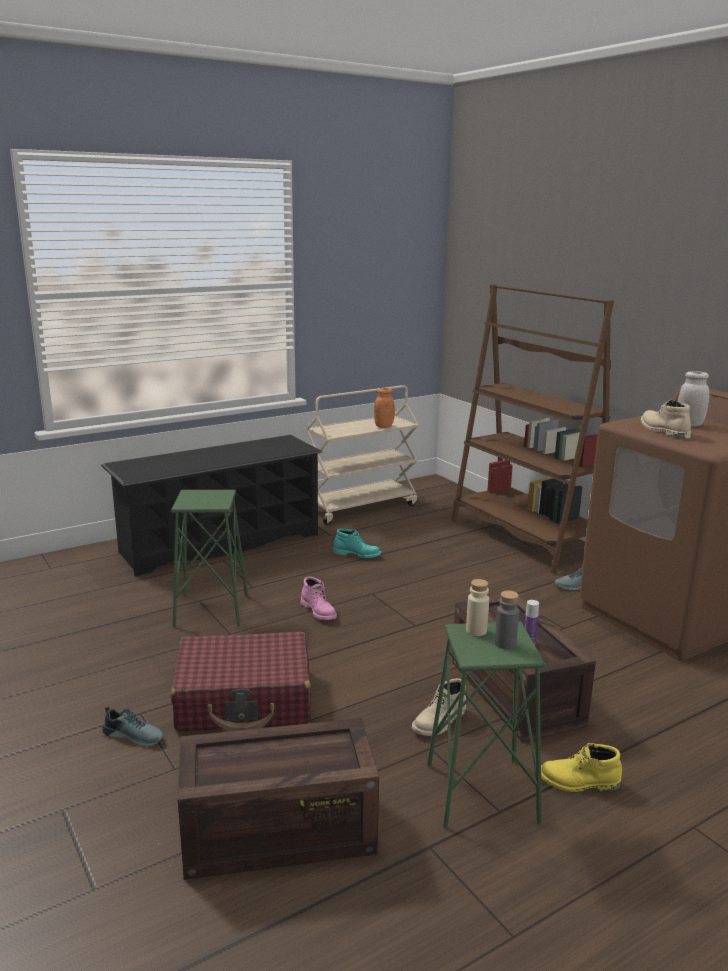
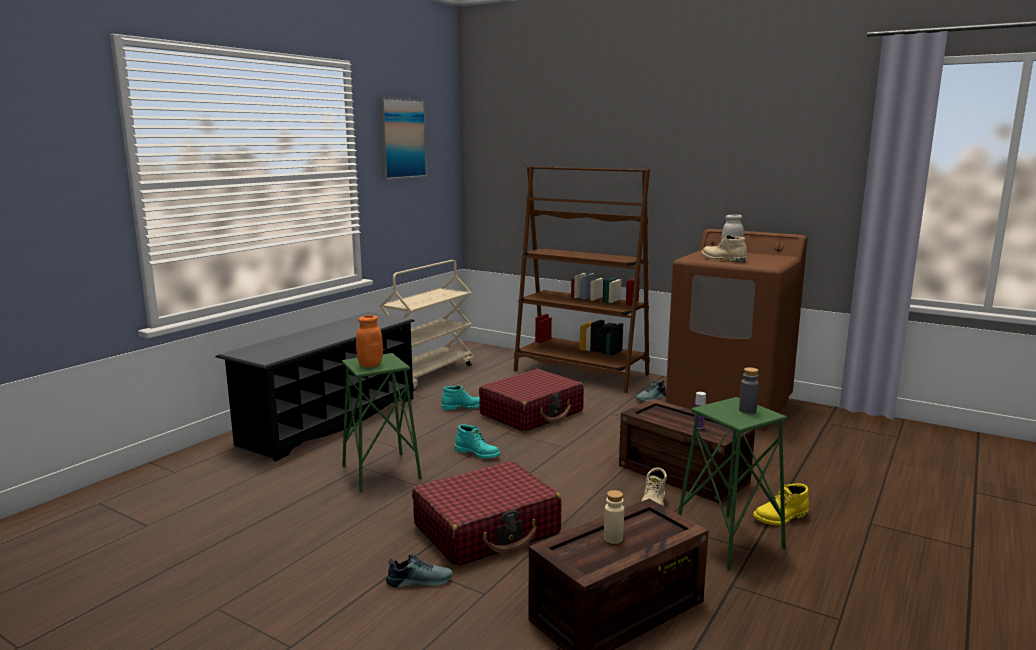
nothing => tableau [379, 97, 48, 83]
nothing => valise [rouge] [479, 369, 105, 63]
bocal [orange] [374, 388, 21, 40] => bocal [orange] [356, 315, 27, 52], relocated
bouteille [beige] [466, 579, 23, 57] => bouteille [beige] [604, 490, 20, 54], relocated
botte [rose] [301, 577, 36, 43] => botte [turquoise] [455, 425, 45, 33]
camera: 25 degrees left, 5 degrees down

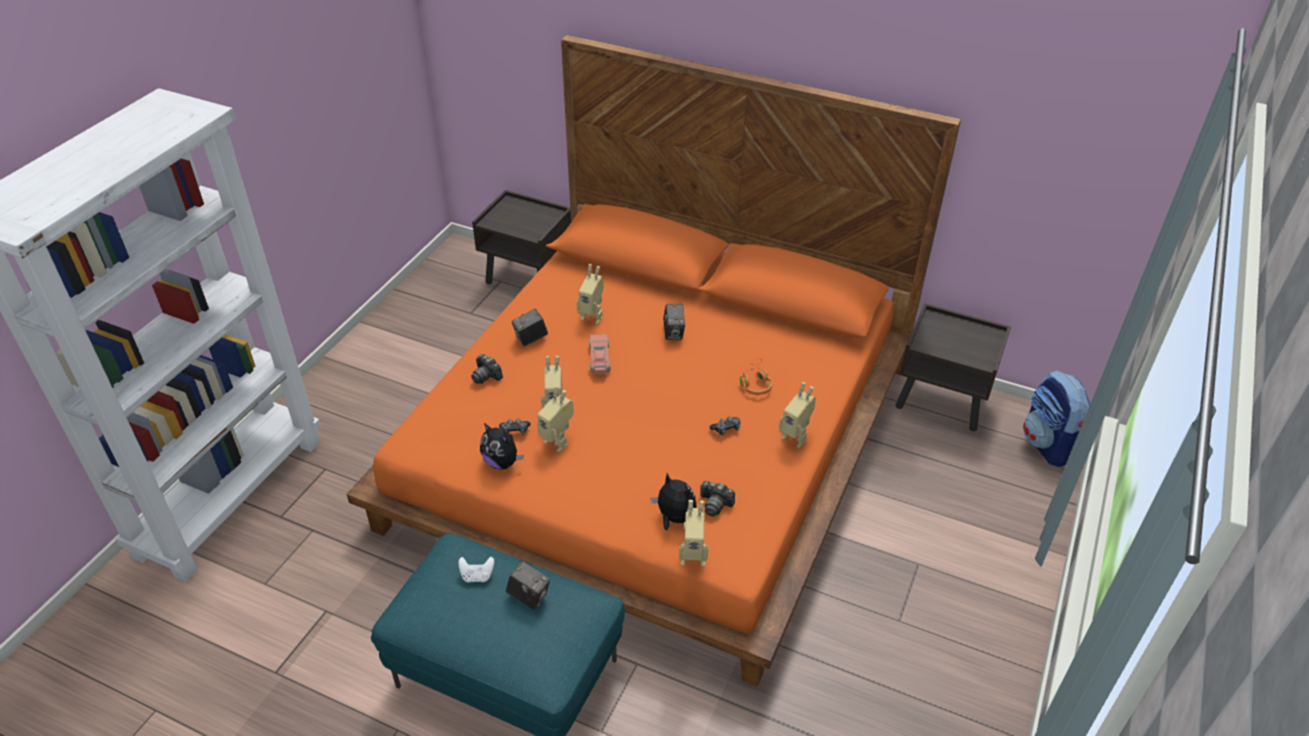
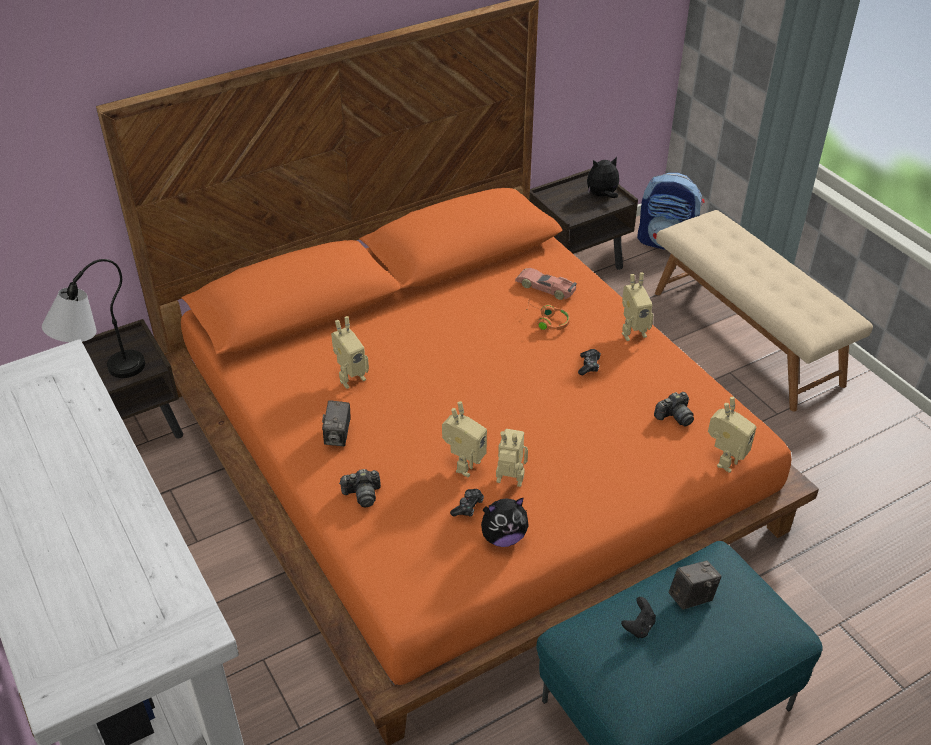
appareil photo [663, 304, 22, 36] => nothing
nothing => lampe de table [42, 259, 103, 119]
nothing => banc [beige] [655, 210, 218, 201]
petite voiture [589, 334, 22, 41] => petite voiture [515, 268, 62, 32], relocated
peluche [651, 473, 46, 57] => peluche [587, 157, 32, 41], relocated
manette [blanc] [458, 557, 36, 26] => manette [noir] [621, 597, 35, 41]
robot jouet [537, 386, 37, 66] => robot jouet [496, 429, 32, 58], 150 degrees counterclockwise
camera: 55 degrees left, 0 degrees up

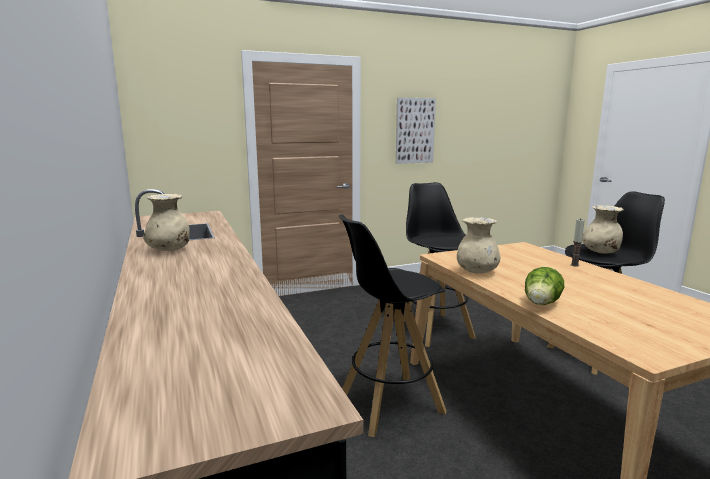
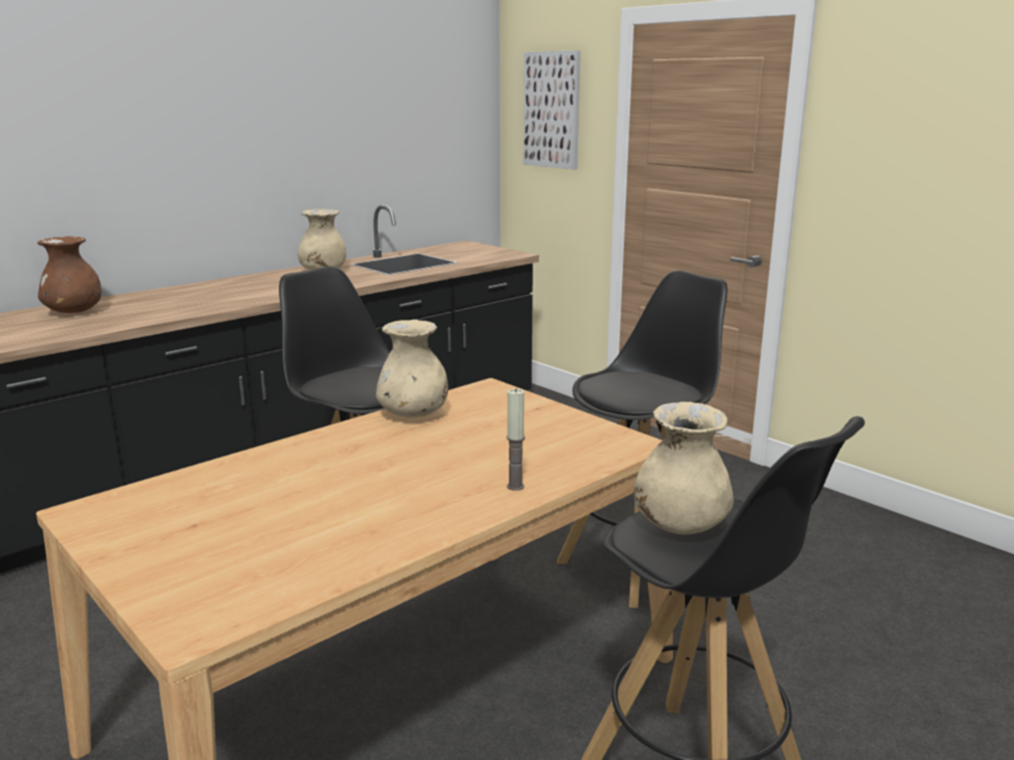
laitue [525, 267, 39, 38] => nothing
nothing => vase [marron] [37, 236, 65, 77]
tableau [396, 97, 40, 67] => tableau [523, 50, 57, 120], relocated
camera: 70 degrees right, 5 degrees up

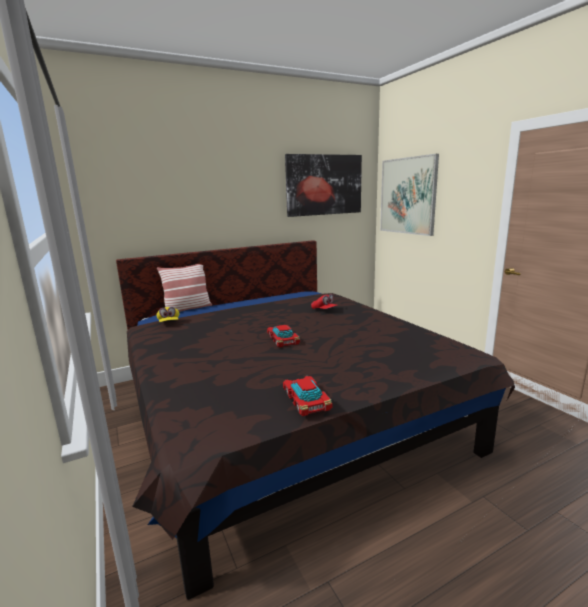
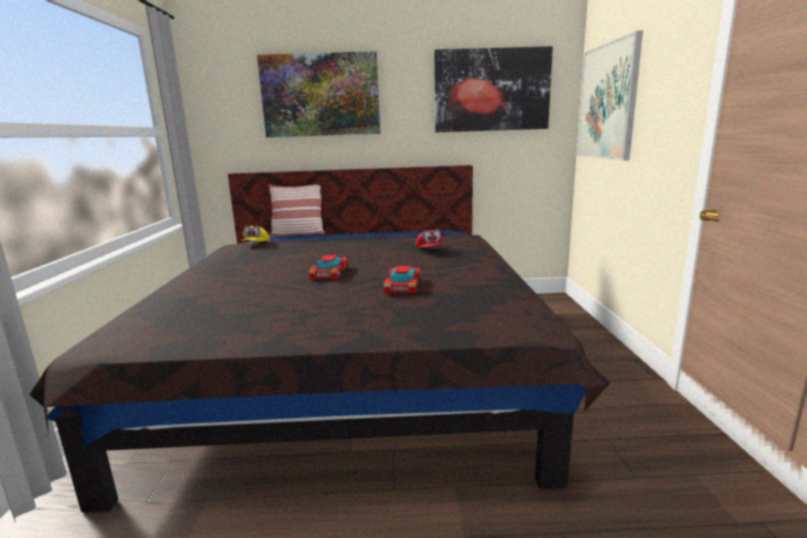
nothing => tableau [257, 51, 123, 86]
petite voiture [283, 376, 50, 40] => petite voiture [384, 266, 36, 28], relocated
camera: 25 degrees right, 0 degrees up

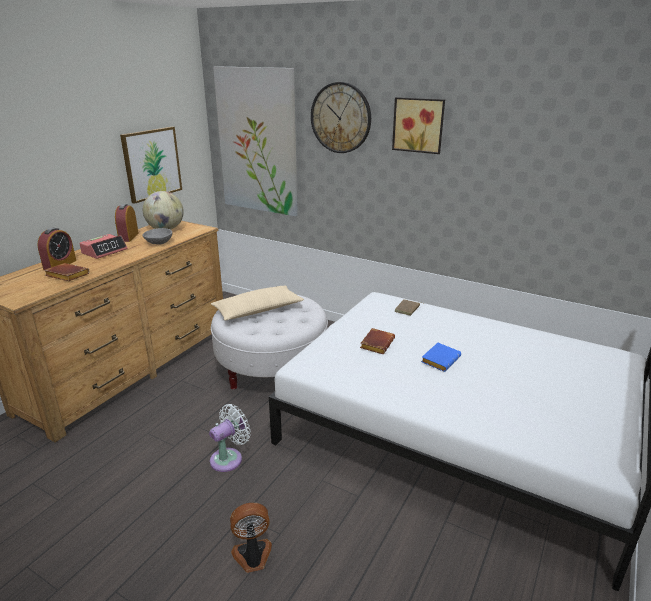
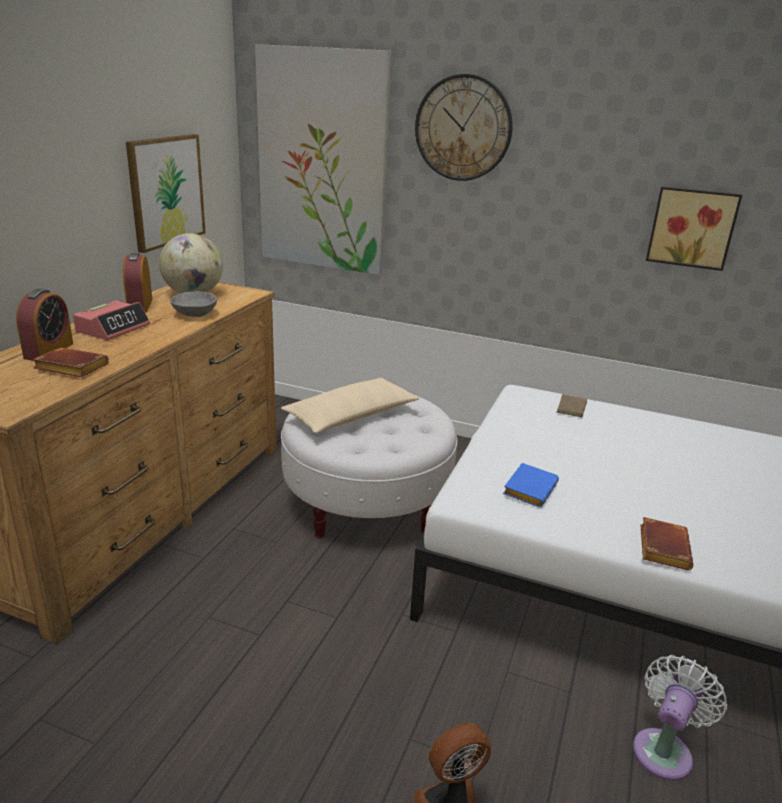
ventilateur [blanc] [209, 404, 41, 68] => ventilateur [blanc] [633, 655, 95, 126], relocated
livre [marron] [360, 328, 35, 26] => livre [marron] [641, 517, 53, 53], relocated
tableau [392, 97, 53, 57] => tableau [646, 186, 96, 85], relocated
livre [bleu] [421, 343, 40, 29] => livre [bleu] [503, 463, 56, 45], relocated
camera: 10 degrees left, 0 degrees up

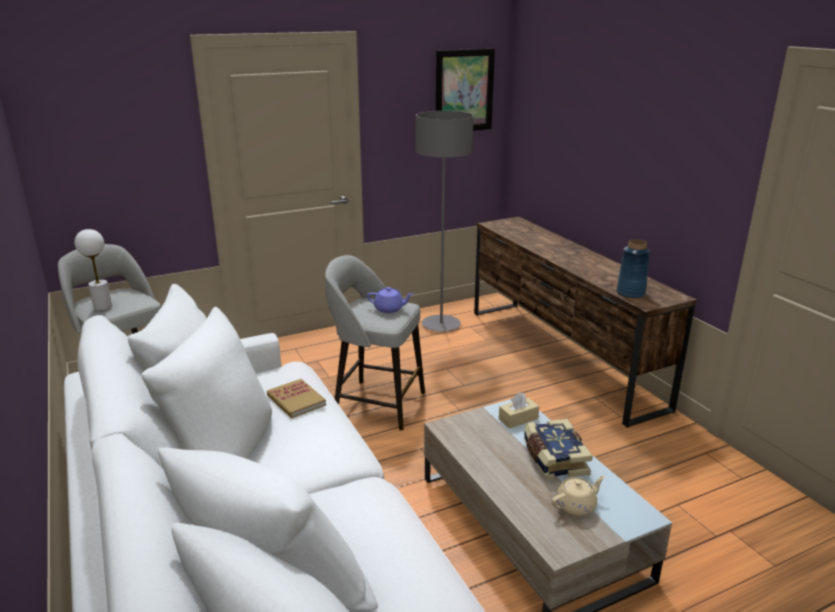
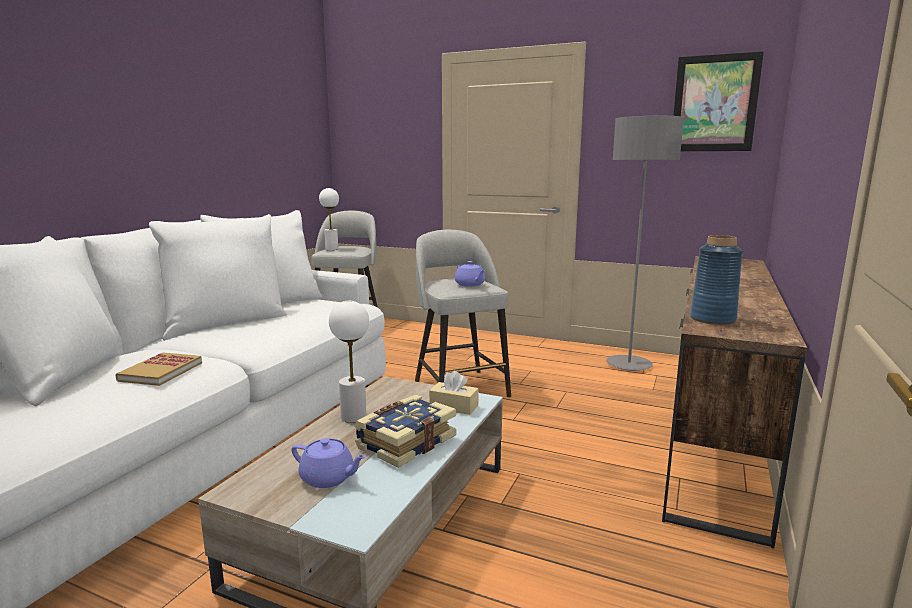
nothing => lampe de table [blanc] [329, 301, 40, 122]
livre [267, 379, 59, 39] => livre [115, 353, 87, 33], relocated
théière [beige] [552, 476, 53, 41] => théière [violet] [292, 438, 74, 50]
camera: 50 degrees right, 10 degrees down

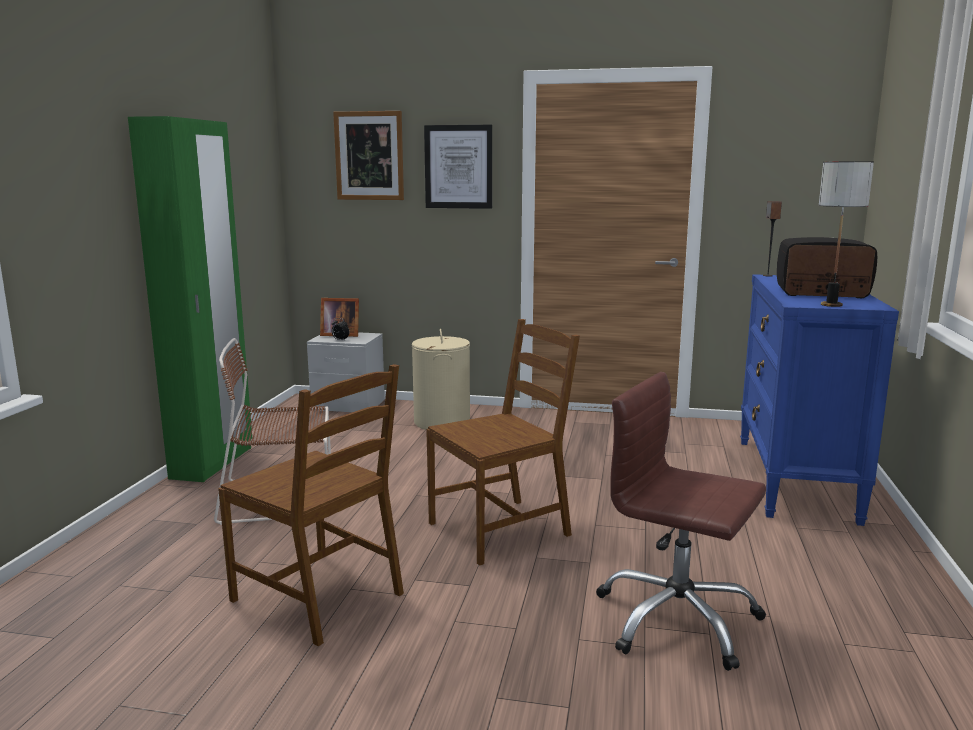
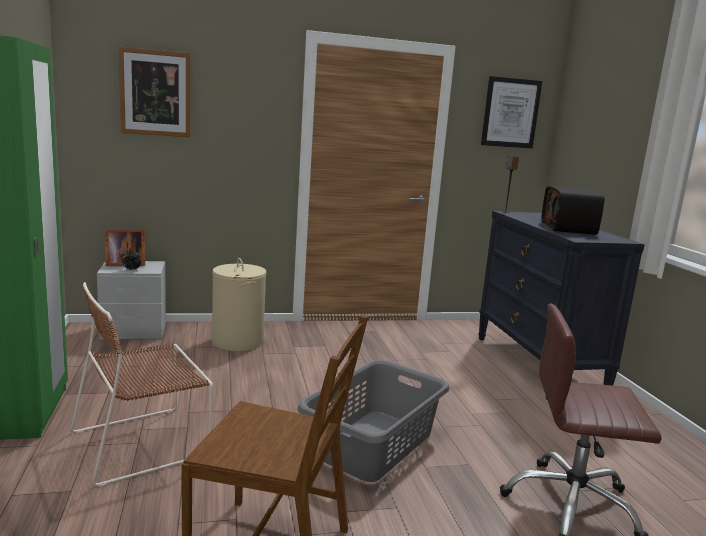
lampe de table [819, 162, 55, 145] => nothing
tableau [424, 125, 68, 84] => tableau [481, 76, 61, 72], relocated
chaise [marron] [426, 319, 154, 247] => panier à linge [gris] [297, 360, 153, 122]
commode [bleu] [740, 274, 159, 252] => commode [noir] [478, 211, 167, 188]
radio [777, 237, 100, 61] => radio [541, 186, 64, 49], 75 degrees counterclockwise
camera: 25 degrees left, 0 degrees up

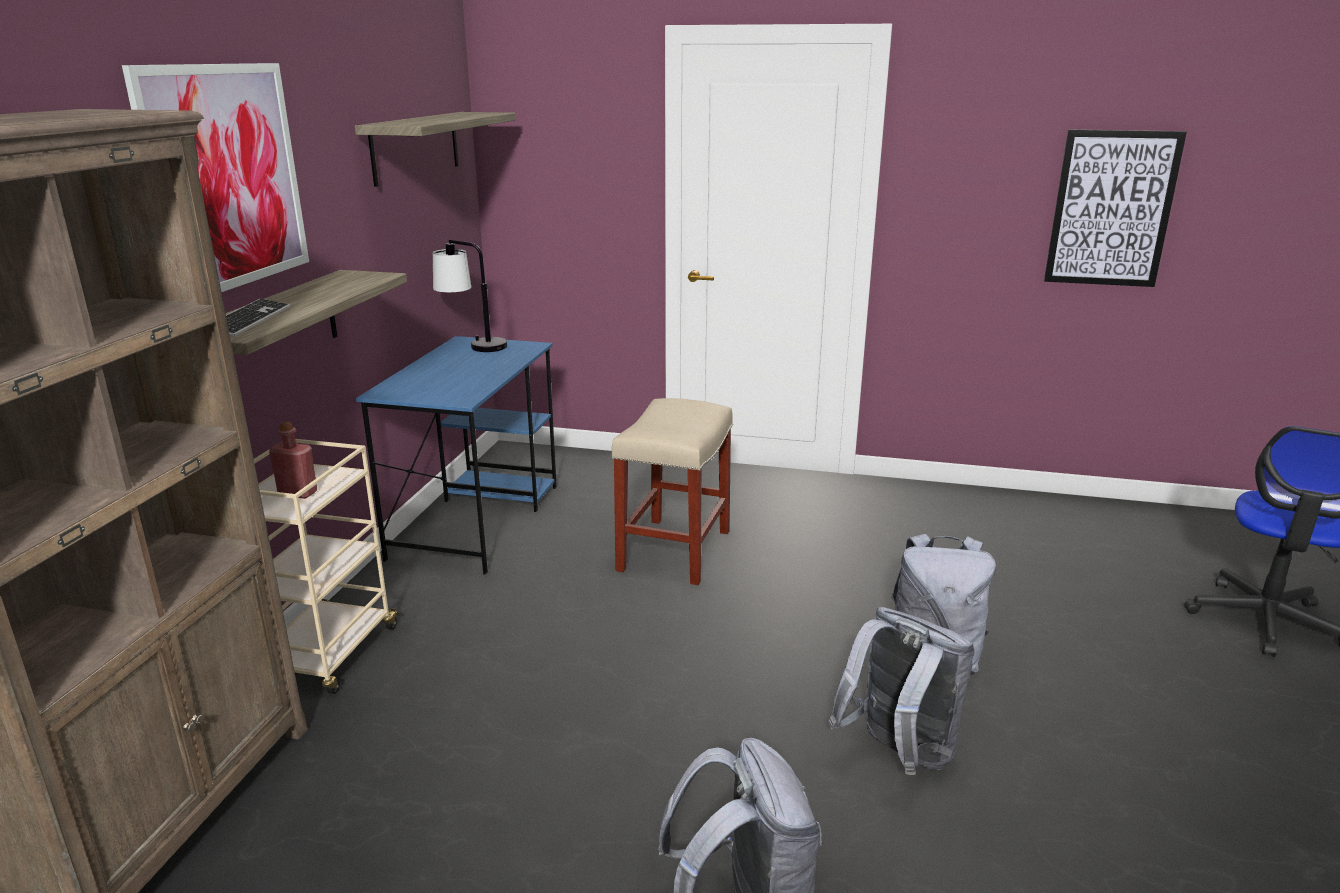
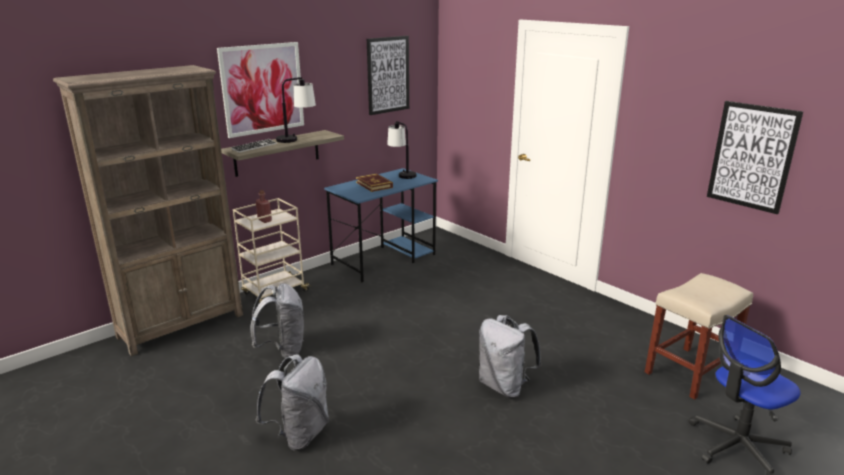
nothing => lampe de table [276, 77, 40, 66]
nothing => livre [356, 174, 37, 18]
tabouret [beige] [612, 398, 121, 187] => tabouret [beige] [645, 273, 108, 127], relocated
sac à dos [gris] [828, 607, 147, 168] => sac à dos [gris] [251, 283, 53, 75], relocated
étagère [355, 112, 161, 75] => tableau [367, 36, 42, 79]
camera: 35 degrees right, 0 degrees up

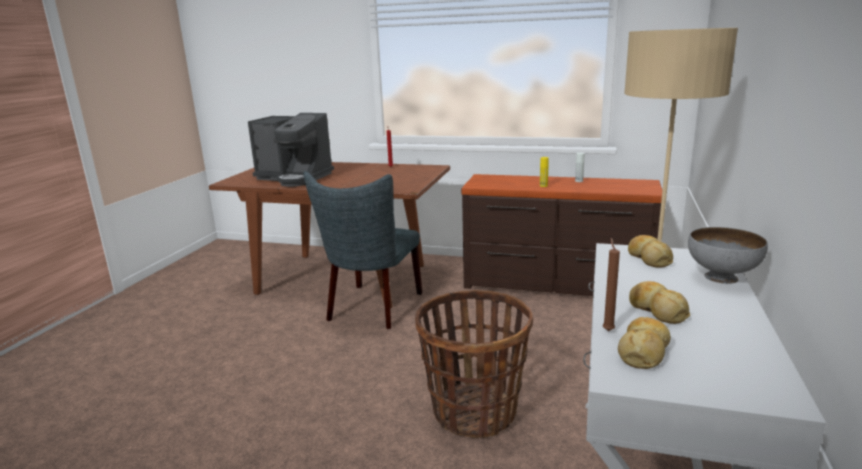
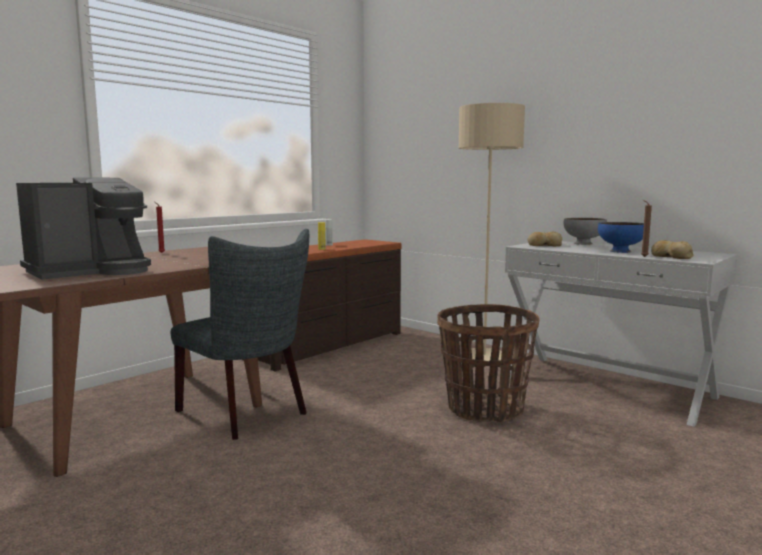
pain [629, 281, 61, 43] => bol [bleu] [598, 222, 46, 31]
camera: 65 degrees left, 10 degrees down

